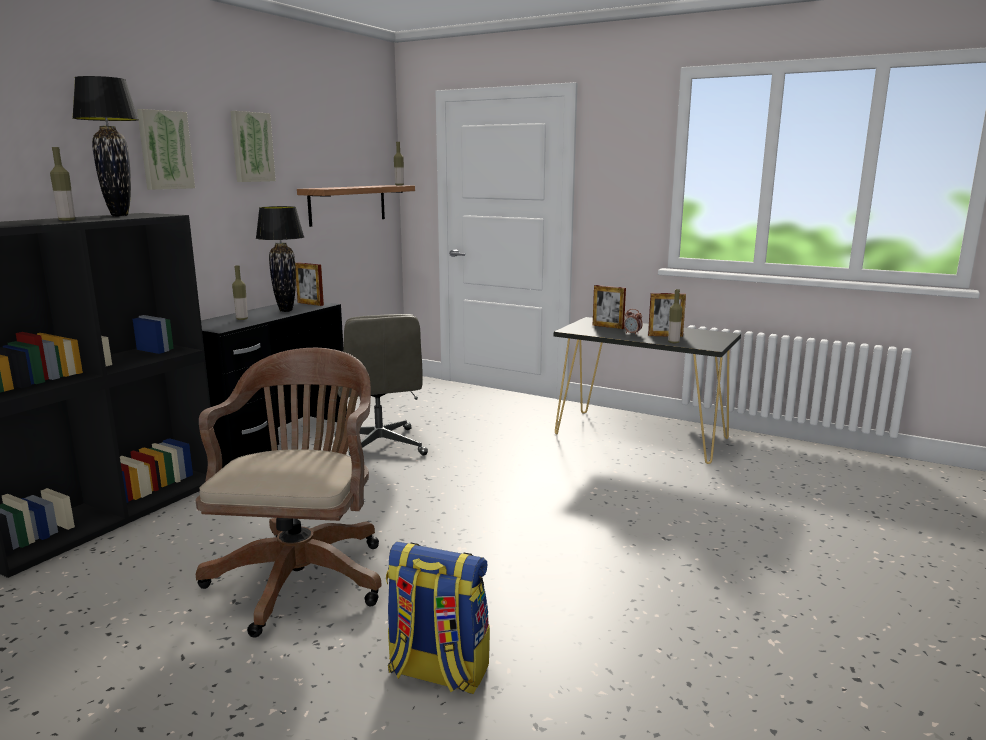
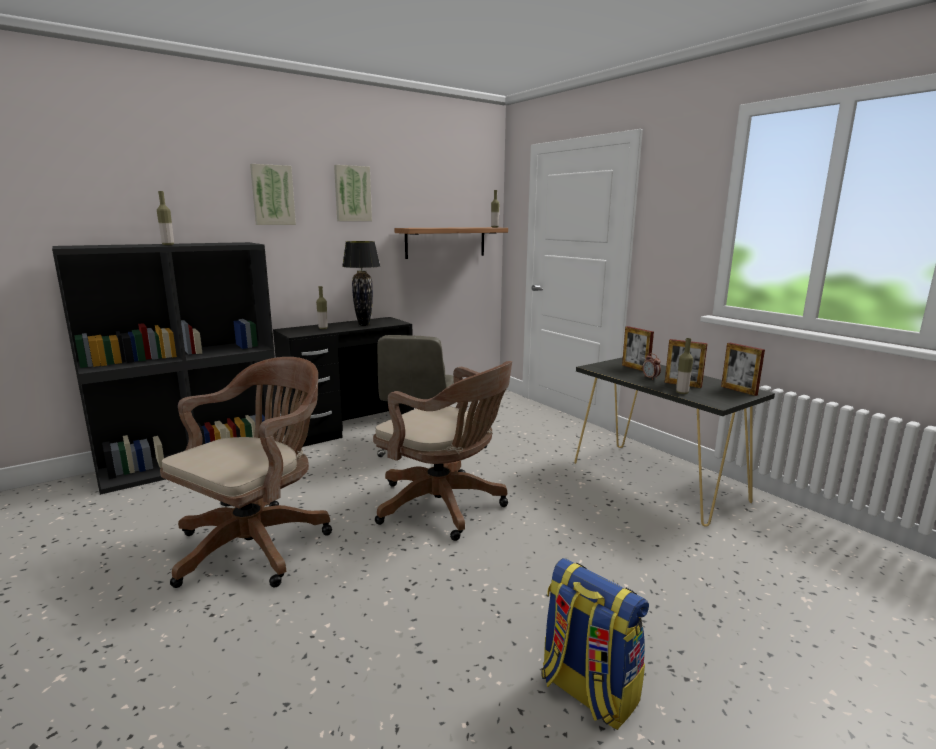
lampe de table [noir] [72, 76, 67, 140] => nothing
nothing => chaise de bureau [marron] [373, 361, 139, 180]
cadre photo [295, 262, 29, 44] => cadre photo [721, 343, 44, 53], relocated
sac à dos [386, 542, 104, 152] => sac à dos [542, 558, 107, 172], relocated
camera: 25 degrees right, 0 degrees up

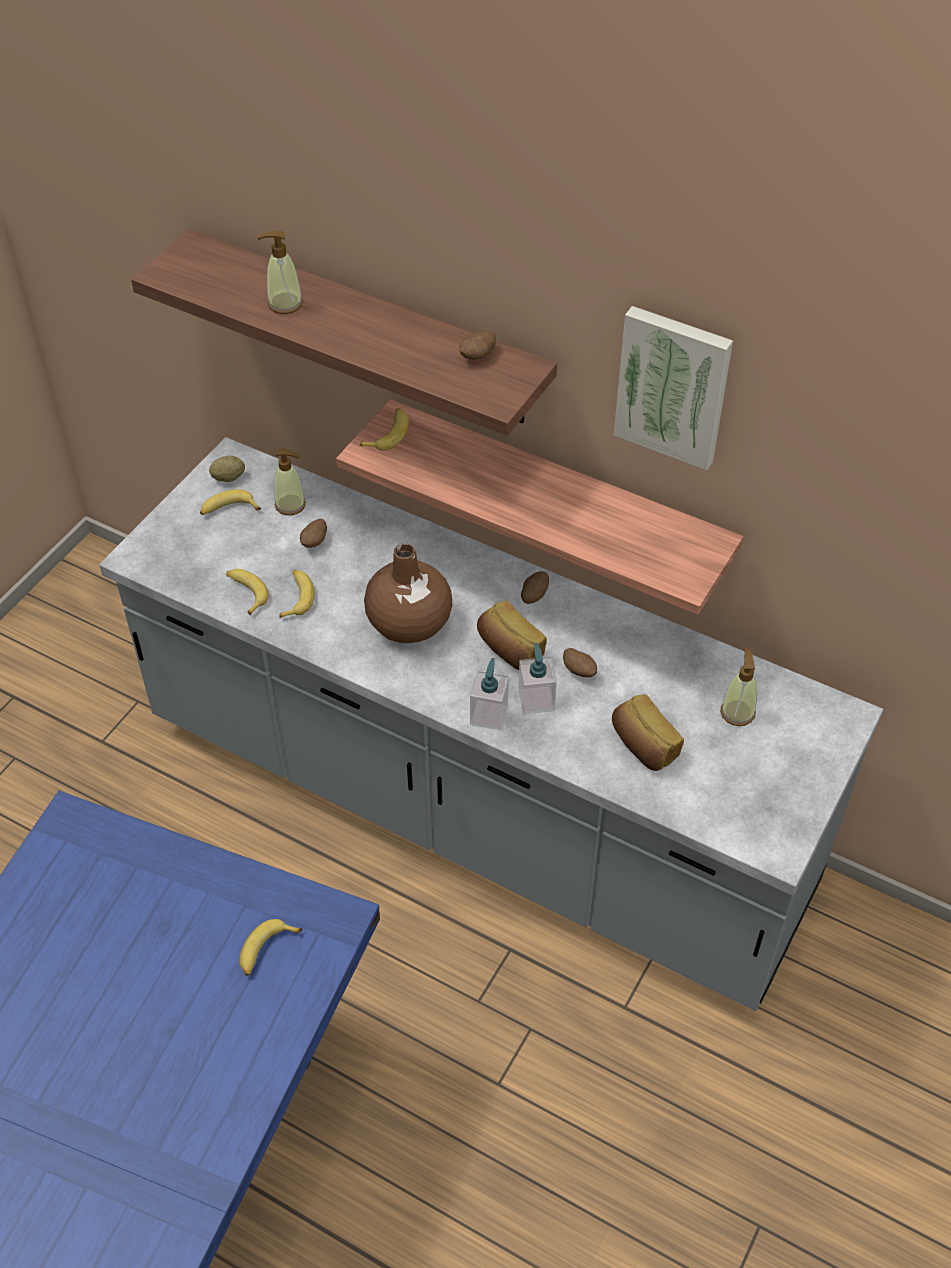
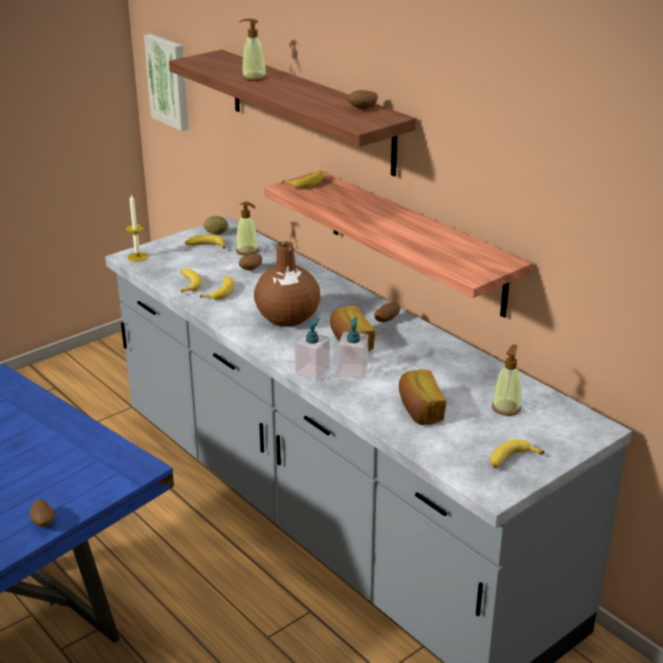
nothing => bougie [126, 195, 22, 67]
banane [239, 919, 63, 57] => banane [490, 439, 54, 29], relocated
pomme de terre [563, 648, 34, 29] => pomme de terre [30, 499, 25, 28], relocated
tableau [614, 306, 119, 165] => tableau [144, 34, 45, 98], relocated
camera: 20 degrees right, 20 degrees down

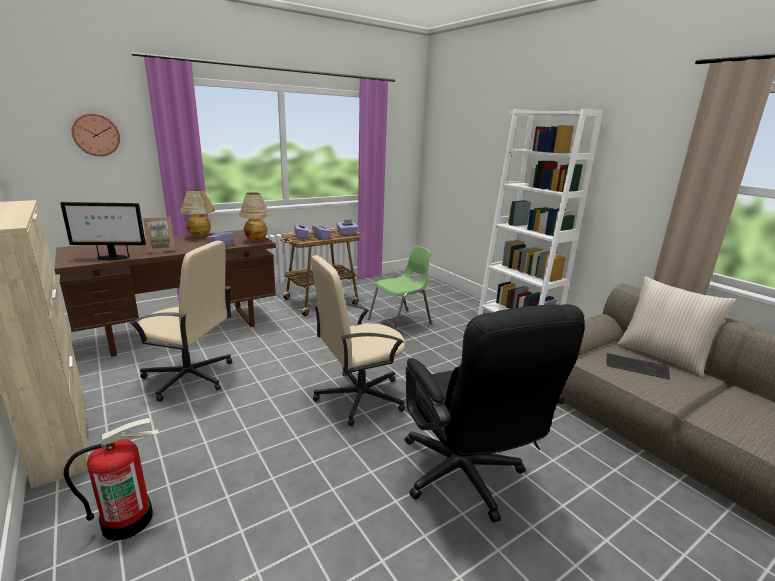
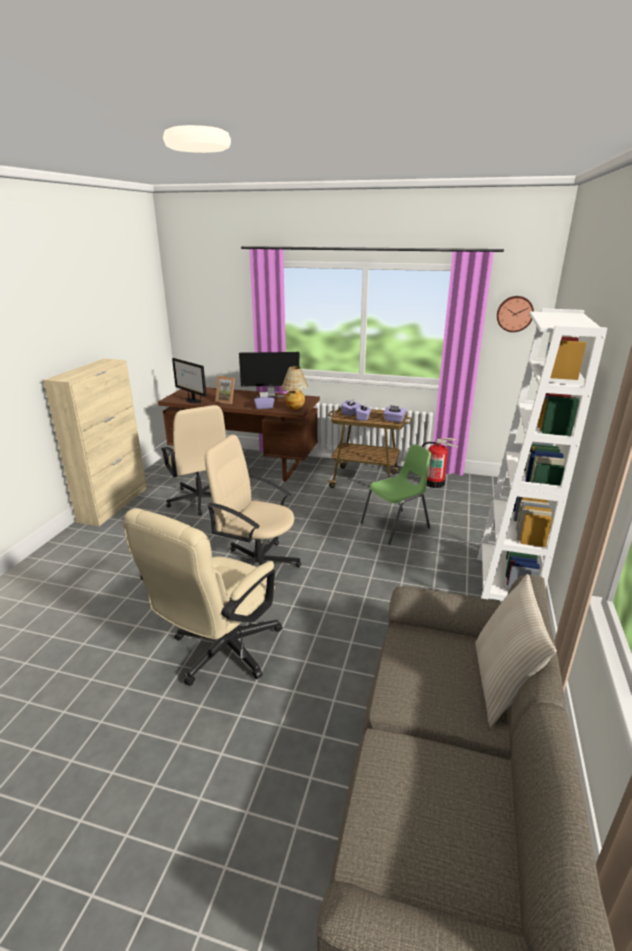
clavier [607, 353, 63, 26] => nothing
extincteur [64, 418, 94, 123] => extincteur [422, 438, 36, 50], relocated
horloge murale [72, 113, 48, 43] => horloge murale [497, 296, 37, 36], relocated
lampe de table [180, 189, 35, 48] => écran d'ordinateur [239, 352, 61, 46]
chaise de bureau [noir] [405, 304, 180, 219] => chaise de bureau [beige] [123, 508, 160, 178]
chaise [vert] [368, 246, 64, 84] => chaise [vert] [360, 444, 71, 100], 45 degrees counterclockwise
camera: 50 degrees right, 5 degrees up

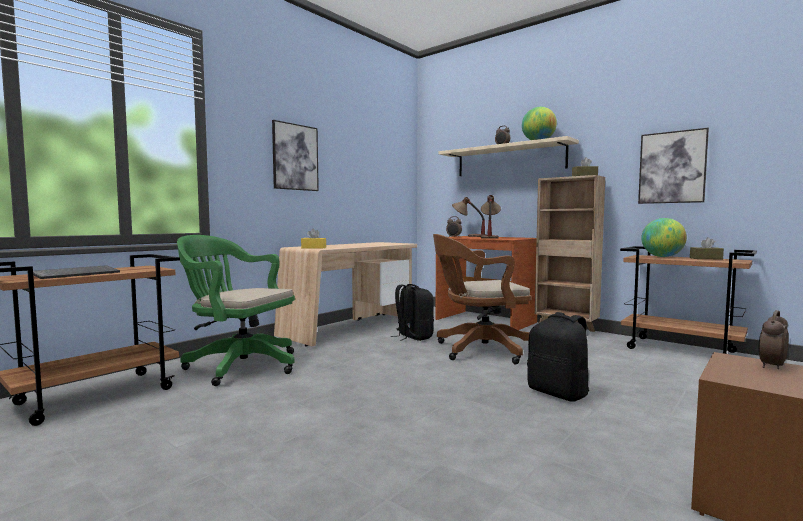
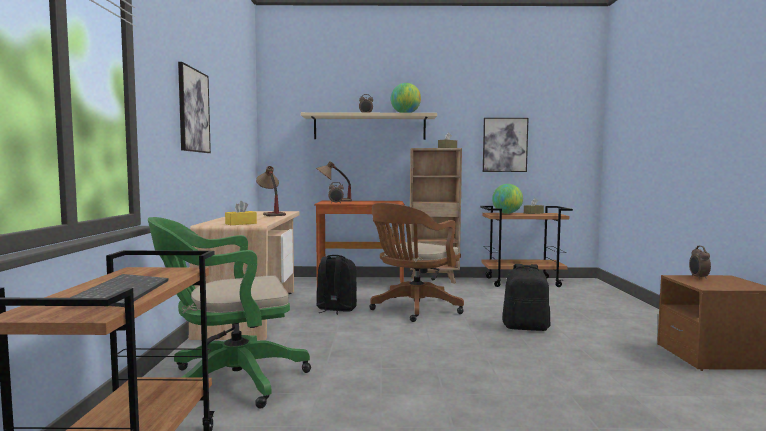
lampe de table [481, 195, 20, 44] => lampe de table [256, 166, 30, 50], relocated
camera: 40 degrees left, 0 degrees up

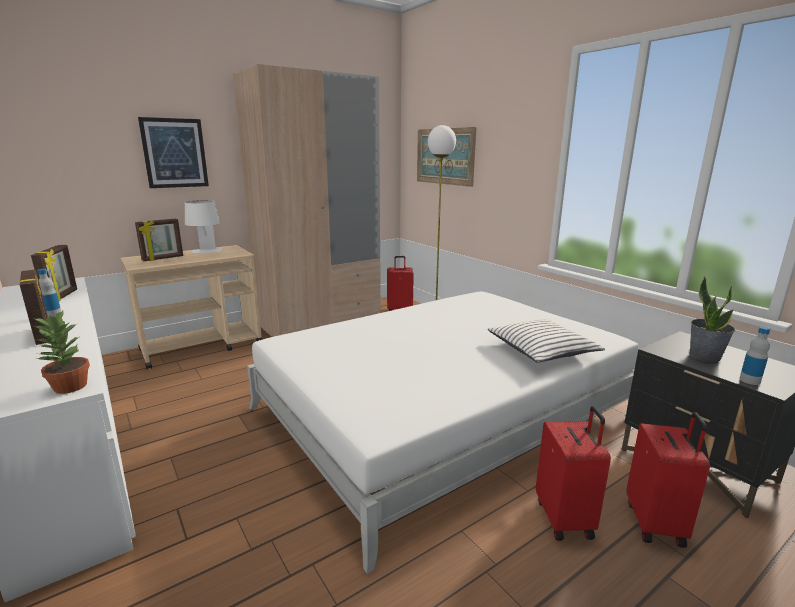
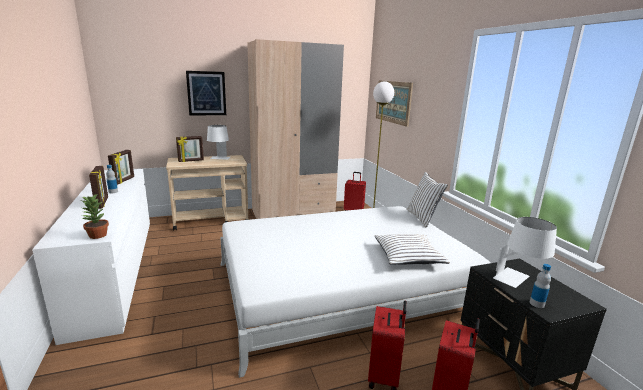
nothing => coussin [blanc] [406, 172, 42, 56]
plante en pot [690, 276, 45, 86] => lampe de table [blanc] [493, 217, 64, 71]
camera: 15 degrees right, 0 degrees up

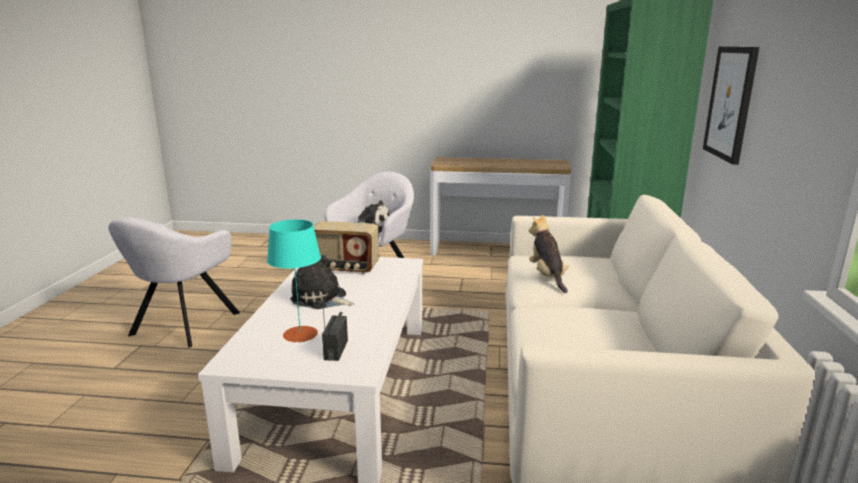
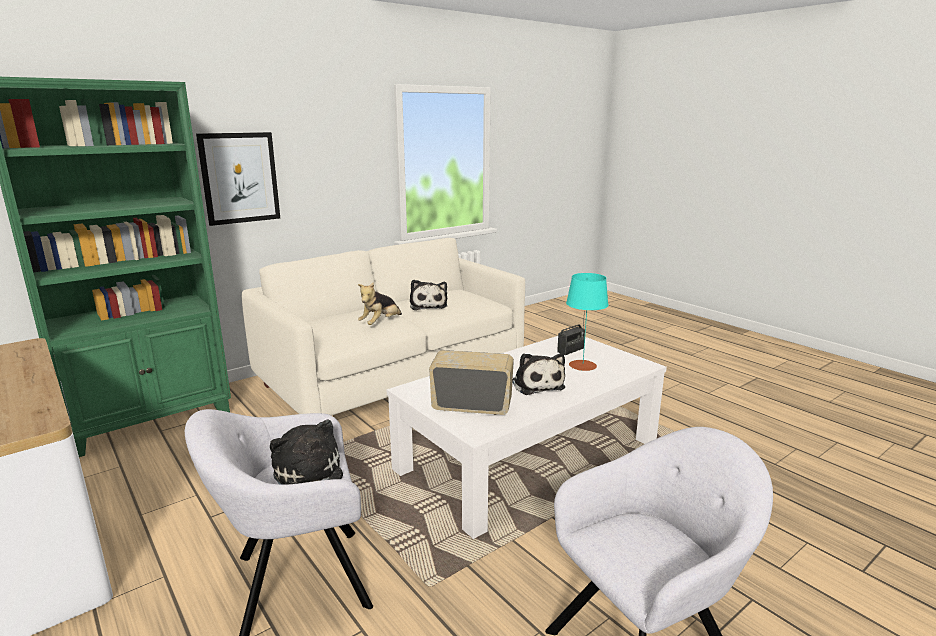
nothing => peluche [410, 280, 37, 30]
radio [314, 221, 65, 53] => radio [429, 350, 85, 65], 45 degrees counterclockwise
camera: 135 degrees left, 0 degrees up

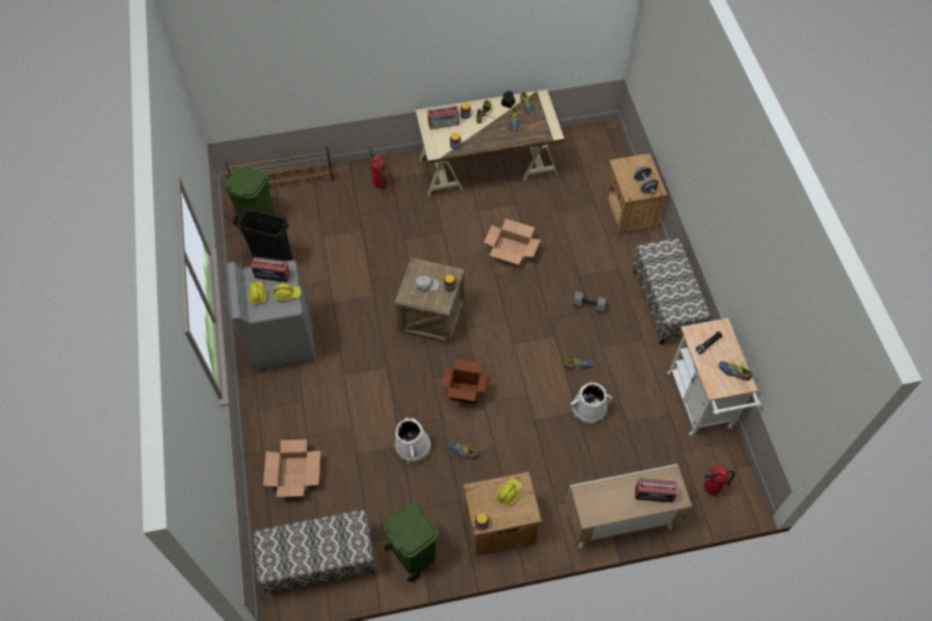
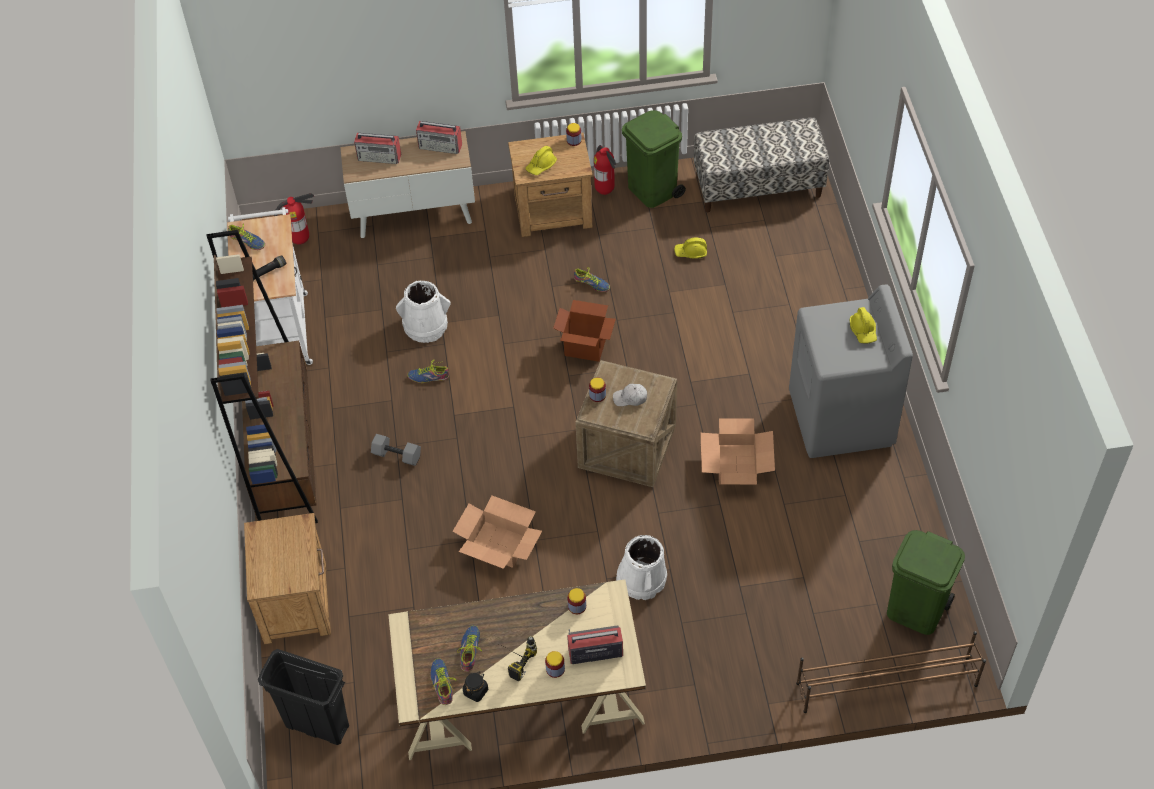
haltère [gris] [634, 166, 25, 28] => nothing
poubelle [noir] [236, 208, 57, 53] => poubelle [noir] [258, 649, 91, 96], relocated
radio [251, 254, 39, 28] => radio [416, 121, 46, 33], relocated
carton [263, 439, 58, 58] => carton [701, 418, 74, 67], relocated
casque de chantier [jaune] [273, 283, 28, 18] => casque de chantier [jaune] [674, 238, 33, 20], relocated
extincteur [369, 147, 18, 44] => extincteur [594, 145, 22, 50], relocated
seau [blanc] [395, 418, 36, 45] => seau [blanc] [616, 535, 51, 65], relocated
banc [632, 238, 78, 107] => bibliothèque [marron] [207, 230, 111, 293]
camera: 175 degrees left, 5 degrees down

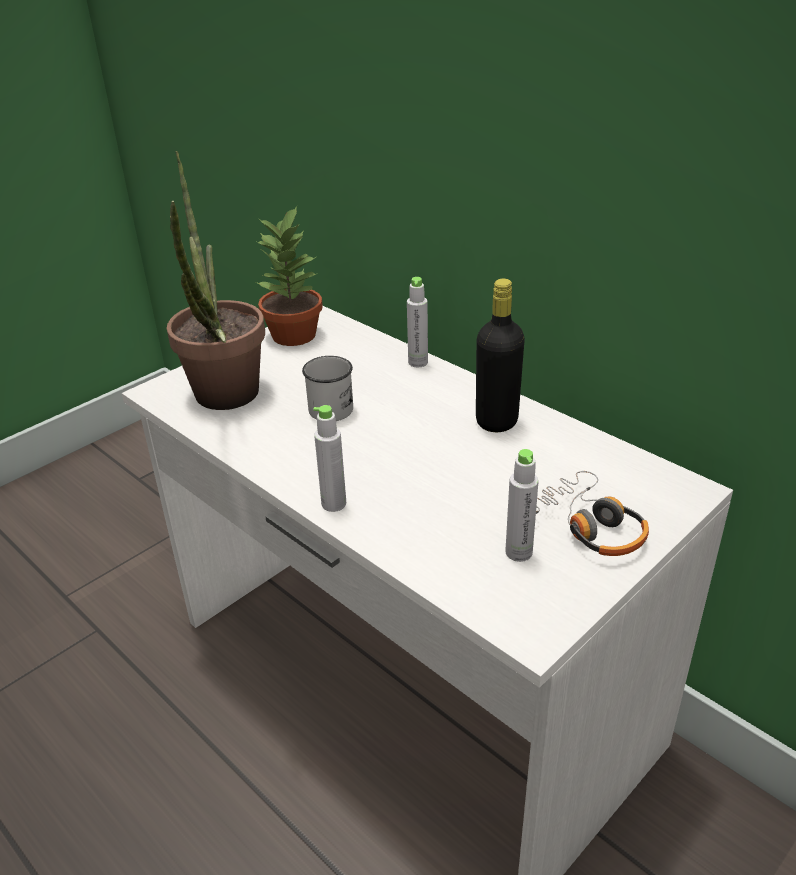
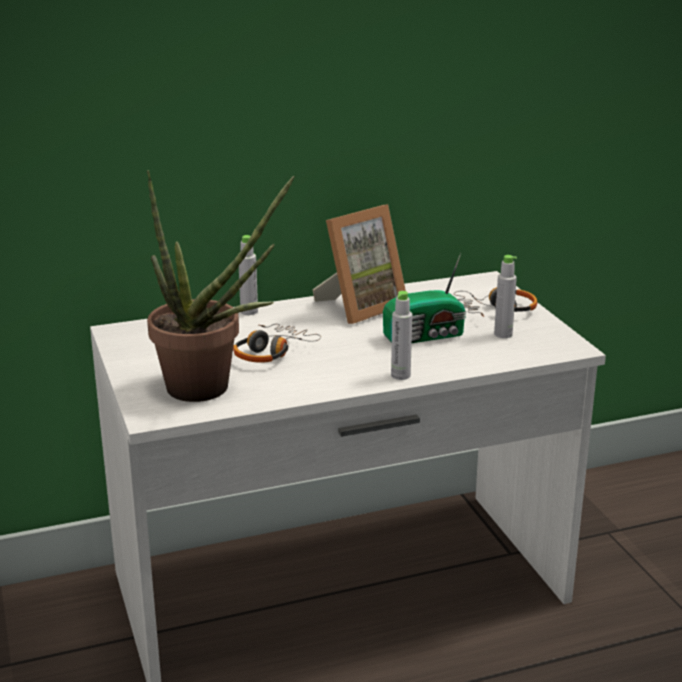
plante en pot [255, 206, 68, 140] => nothing
nothing => radio [383, 253, 83, 90]
mug [blanc] [302, 356, 51, 65] => casque audio [233, 323, 88, 40]
bouteille [noir] [476, 278, 49, 154] => cadre photo [312, 204, 94, 120]
camera: 65 degrees left, 10 degrees down

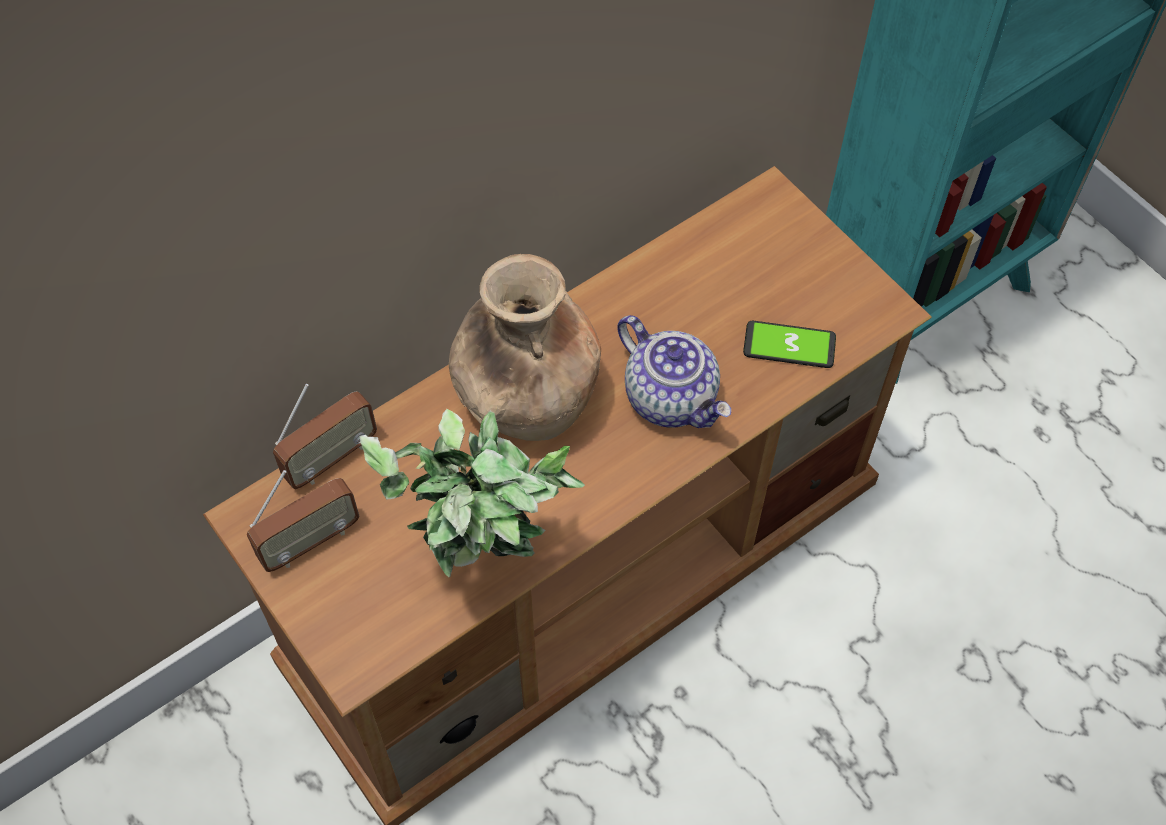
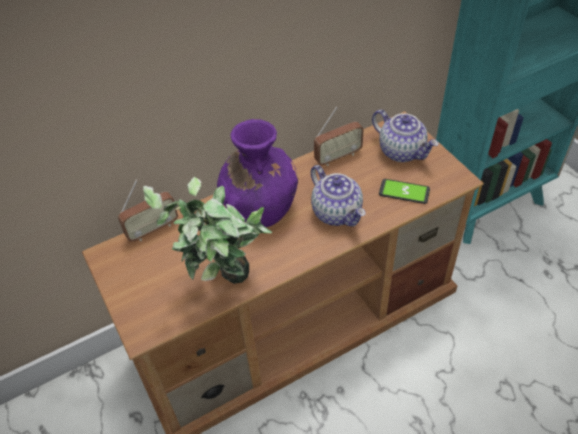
nothing => théière [372, 110, 67, 52]
radio [247, 470, 112, 102] => radio [314, 106, 50, 60], relocated
vase [marron] [449, 254, 152, 187] => vase [violet] [217, 119, 81, 108]
camera: 10 degrees right, 10 degrees down

